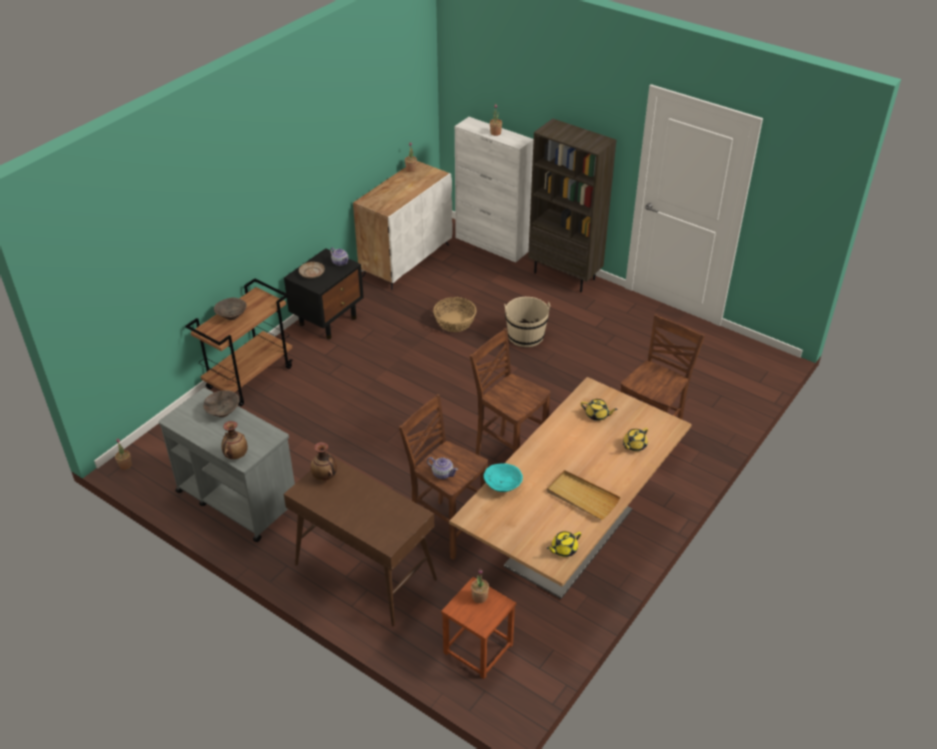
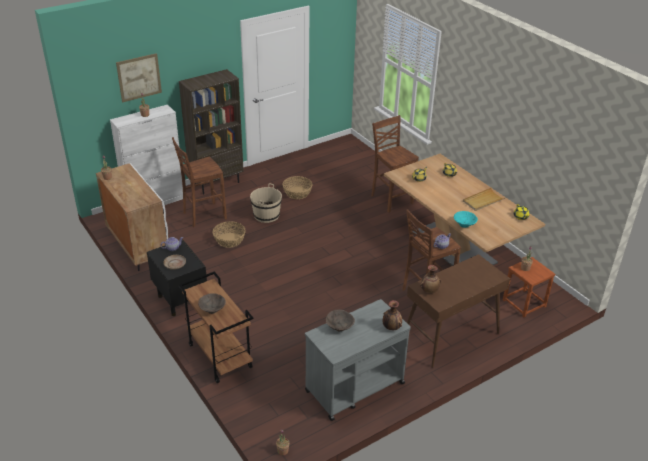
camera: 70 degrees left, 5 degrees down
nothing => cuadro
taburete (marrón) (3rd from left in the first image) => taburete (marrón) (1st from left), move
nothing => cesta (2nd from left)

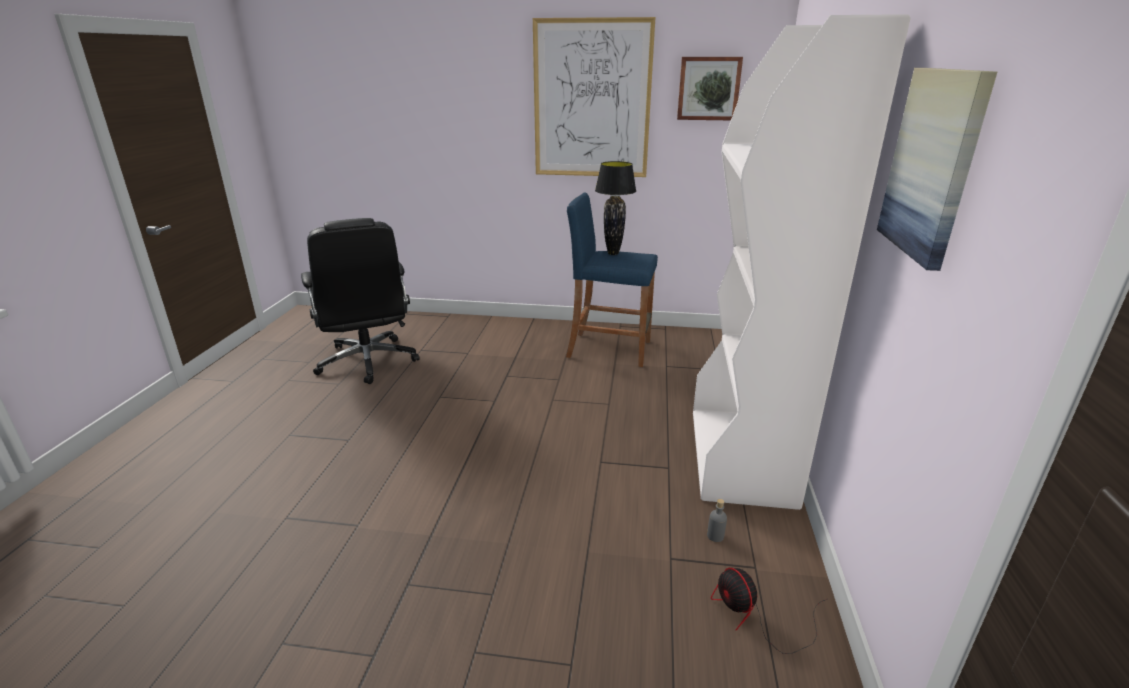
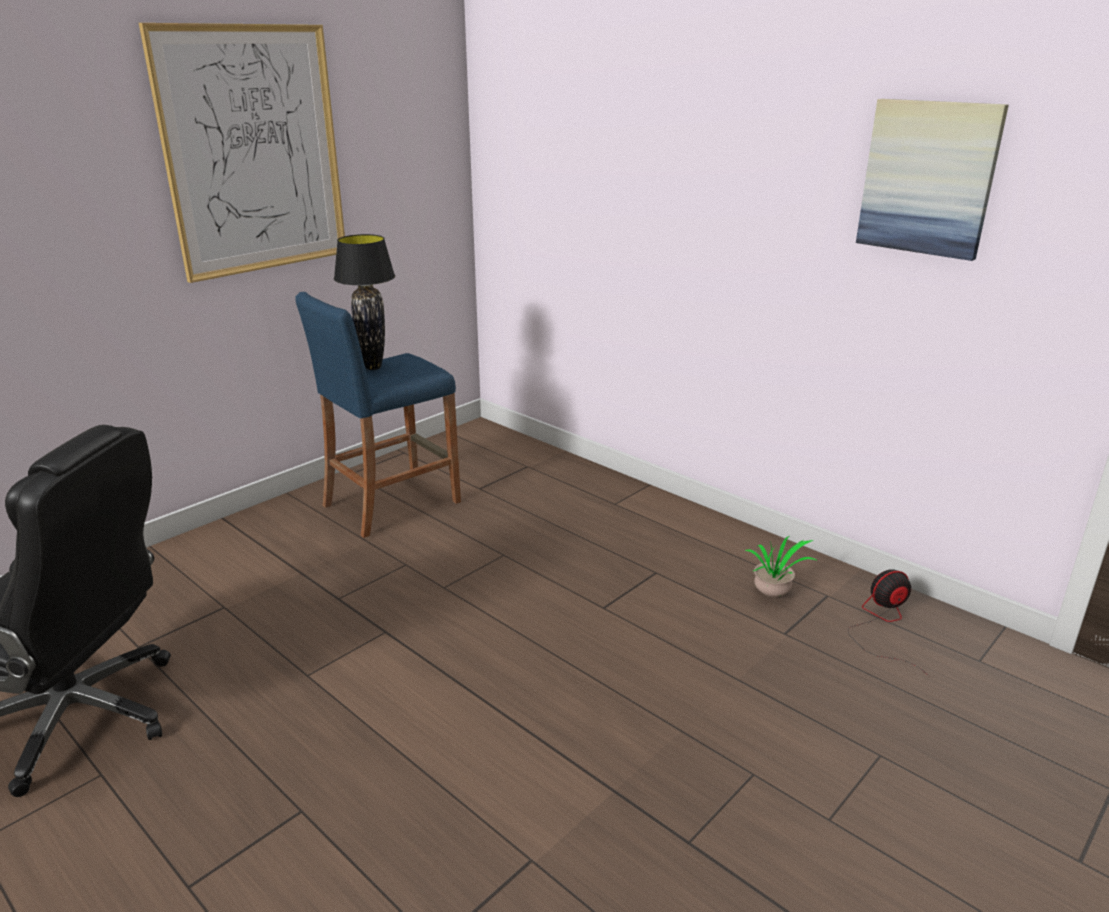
camera: 55 degrees left, 0 degrees up
botella (gris) => planta en maceta
ventilador, 150 degrees clockwise
cuadro (2nd from left) => nothing
estantería (blanco) => nothing

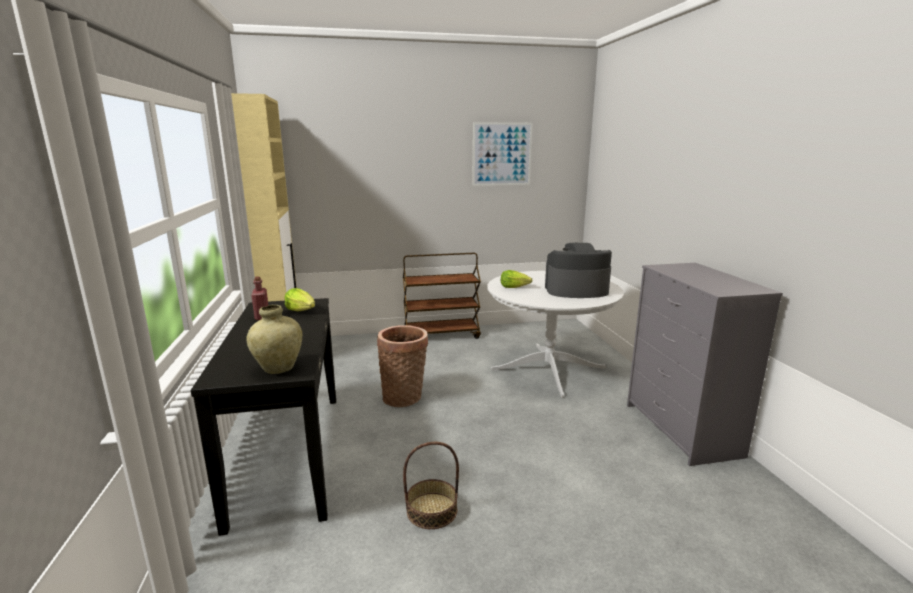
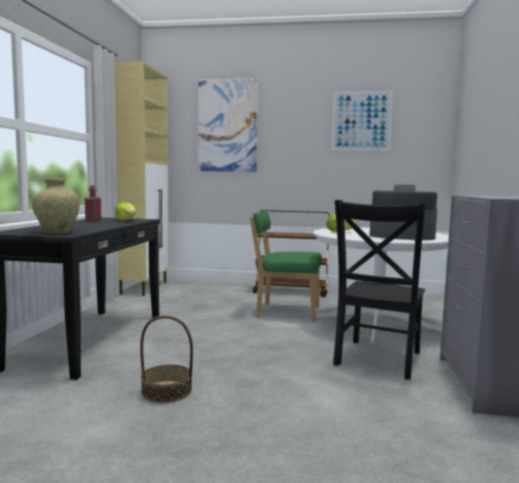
camera: 20 degrees right, 10 degrees down
nothing => cuadro (1st from left)
nothing => silla (verde)
nothing => silla (negro)
cesta (1st from left) => nothing

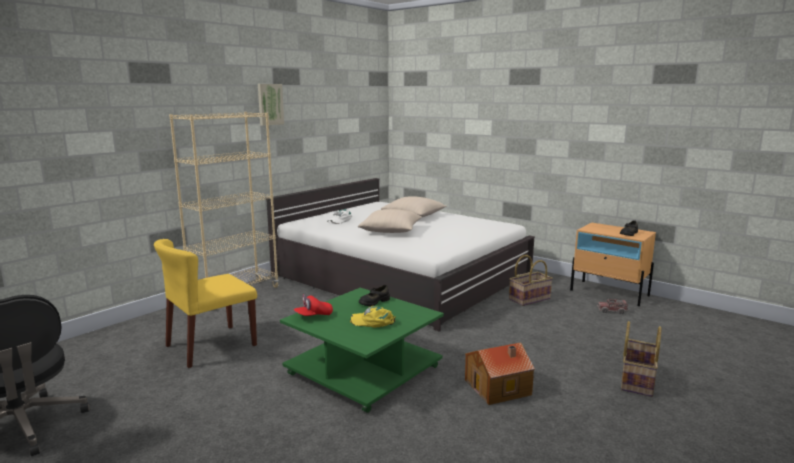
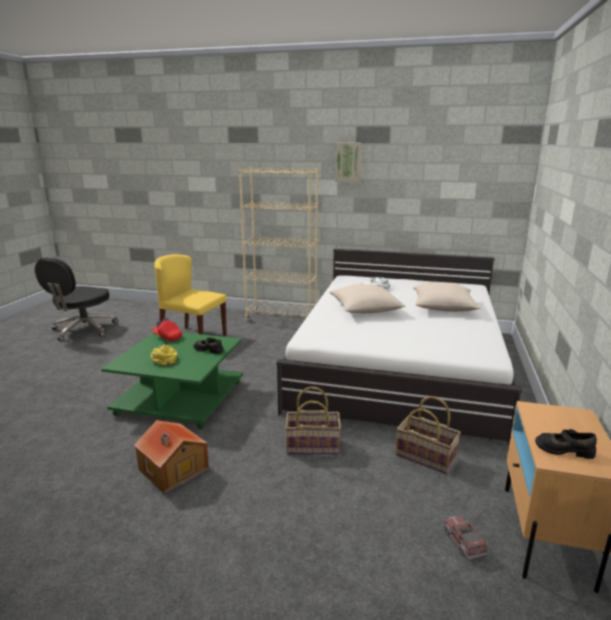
camera: 65 degrees right, 5 degrees up
cesta (2nd from left in the first image) => cesta (1st from left), move

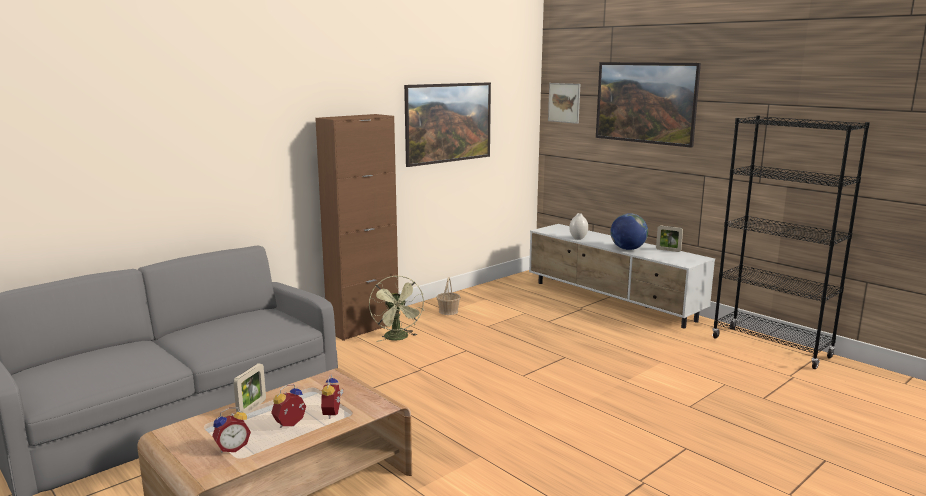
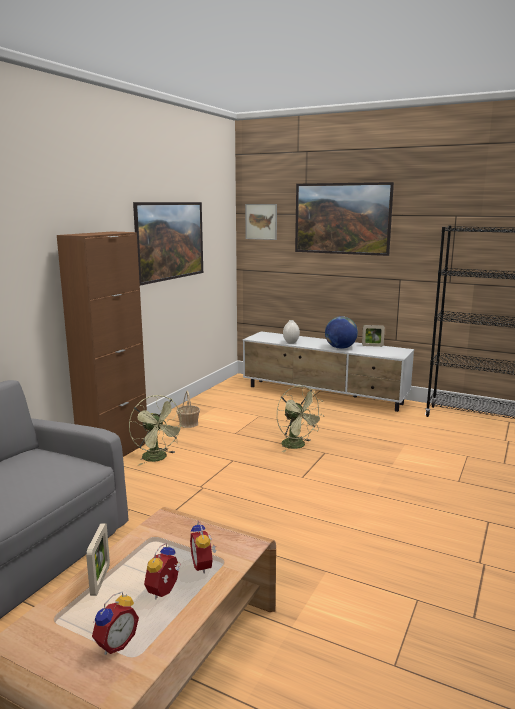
camera: 20 degrees left, 0 degrees up
nothing => ventilador (verde) (2nd from left)

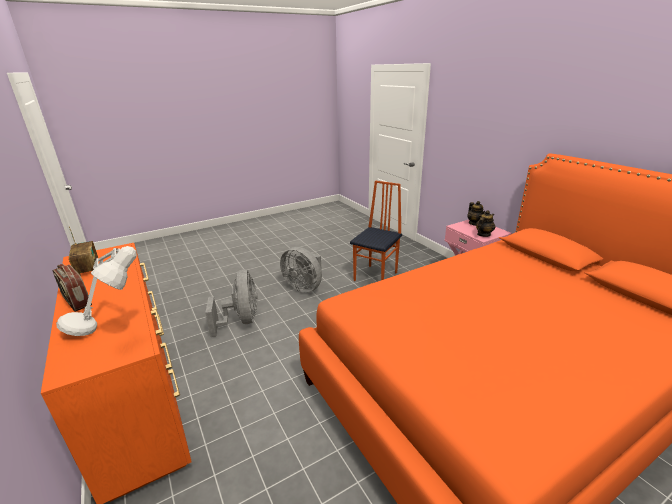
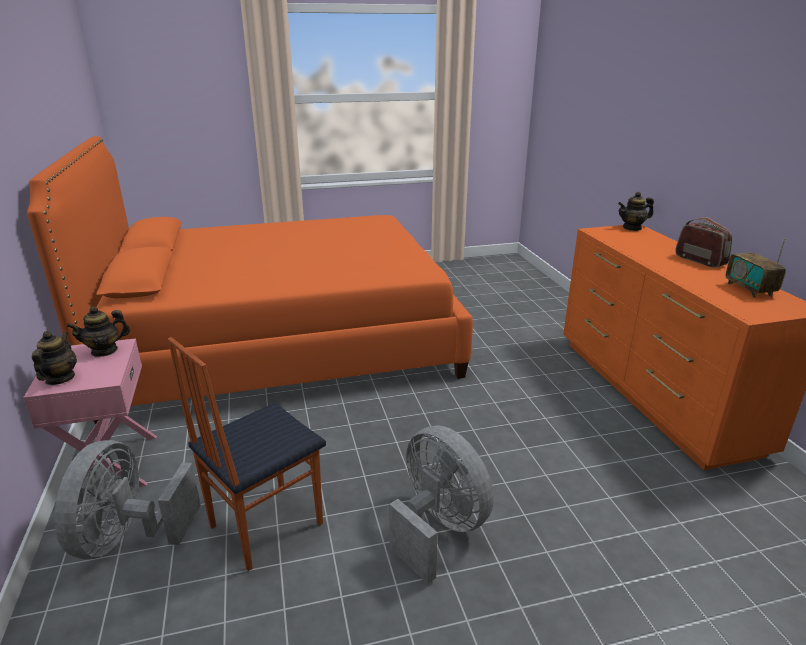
camera: 165 degrees left, 0 degrees up
ventilador (gris) (1st from left), move
nothing => tetera (3rd from left)
lámpara de mesa (gris) => nothing

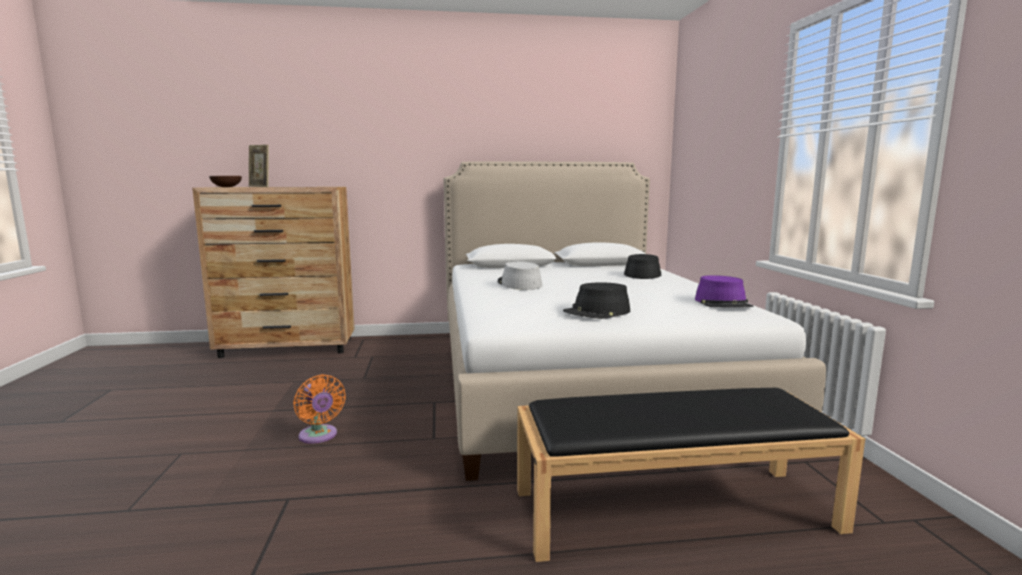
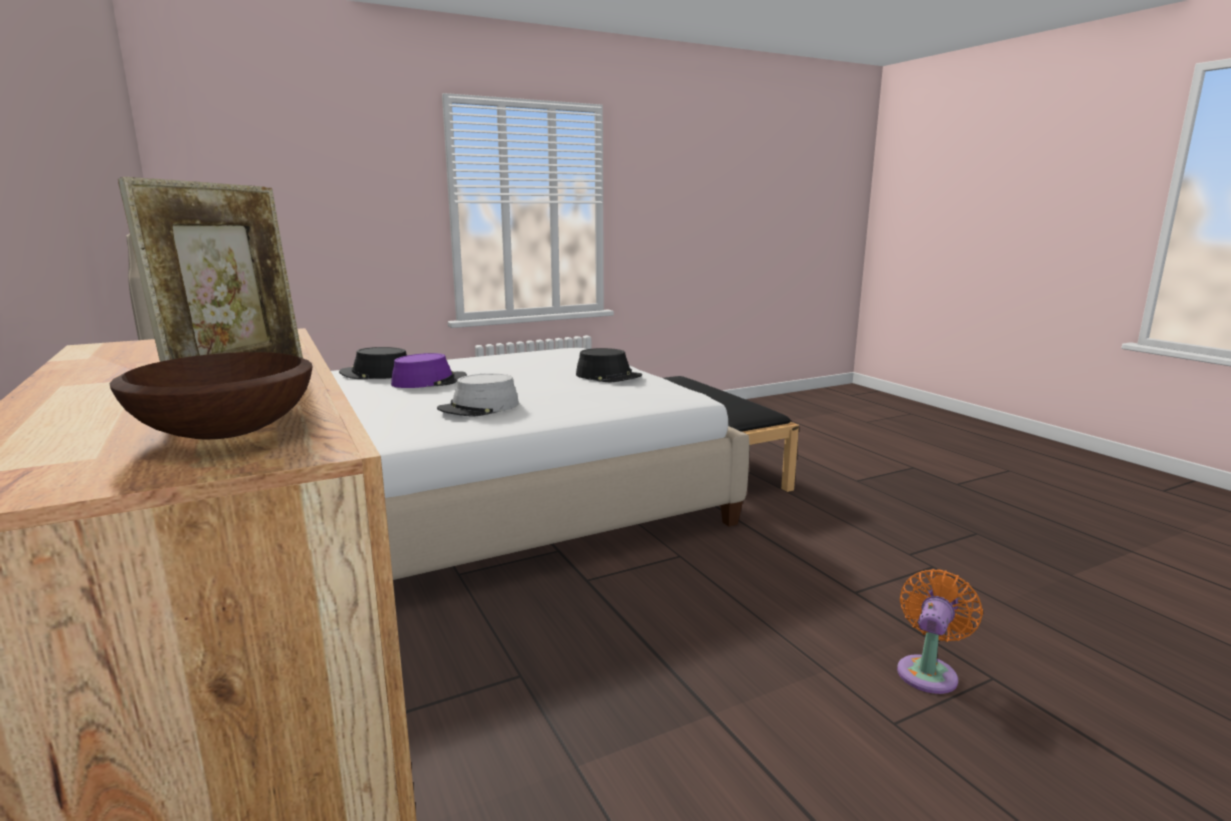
camera: 110 degrees left, 5 degrees up
sombrero (morado), move
ventilador (naranja), move

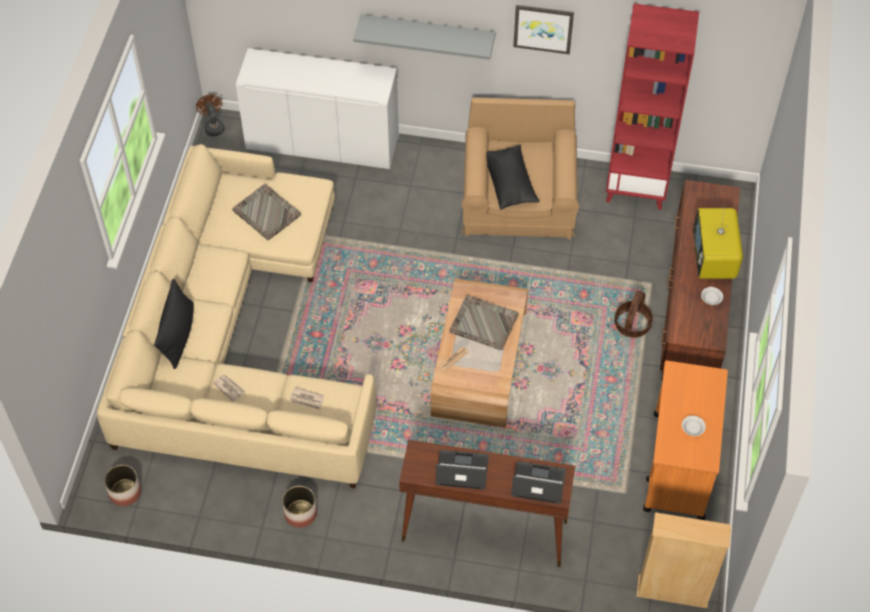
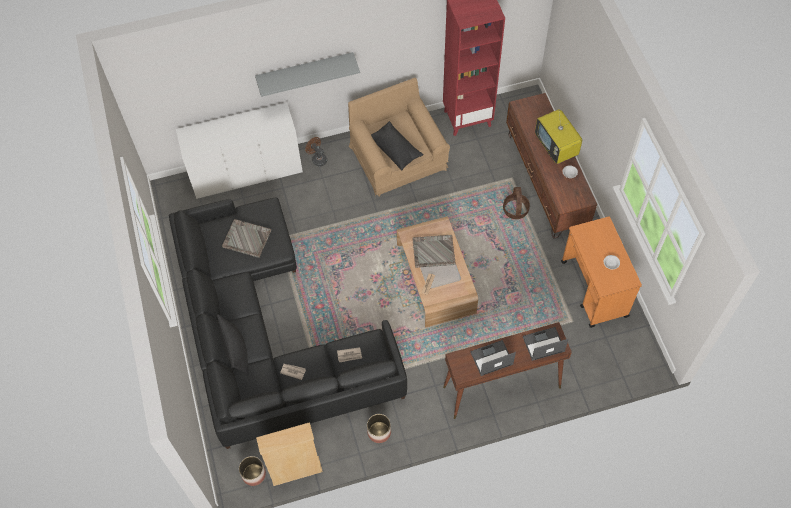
camera: 25 degrees left, 5 degrees up
sofá (beis) => sofá (negro)
estantería (beis), move
ventilador (marrón), move
cuadro => nothing

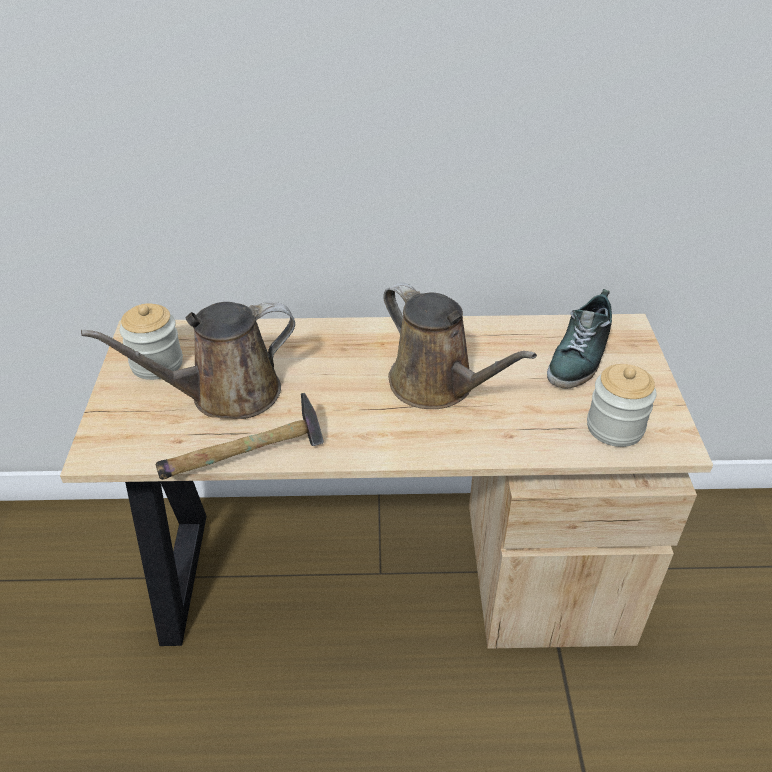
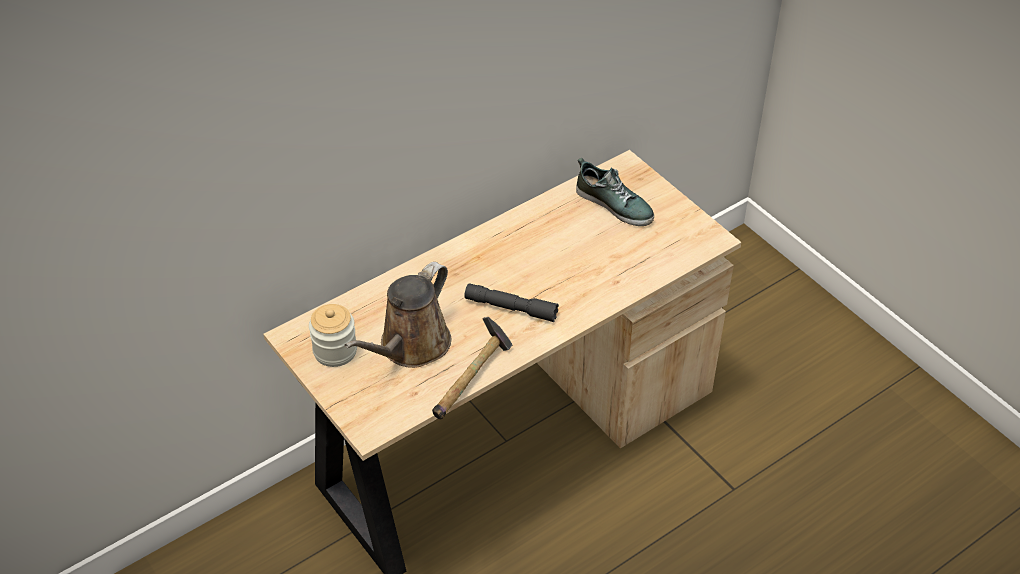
camera: 35 degrees left, 5 degrees up
nothing => linterna (gris)
zapato, 45 degrees counterclockwise
regadera (marrón) (2nd from left) => nothing
tarro (2nd from left) => nothing

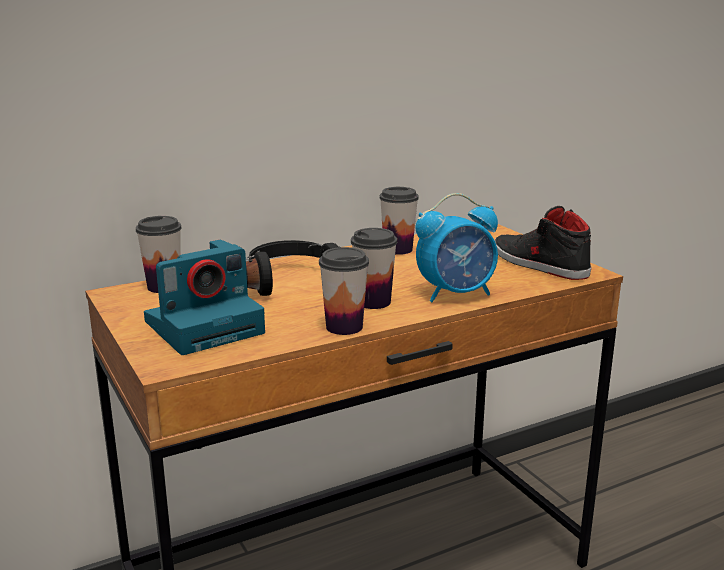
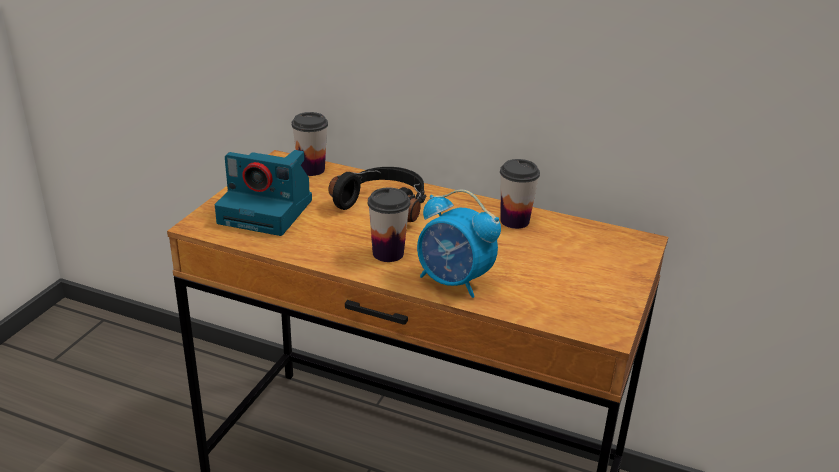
camera: 50 degrees right, 10 degrees up
taza (2nd from left) => nothing
zapato (negro) => nothing

